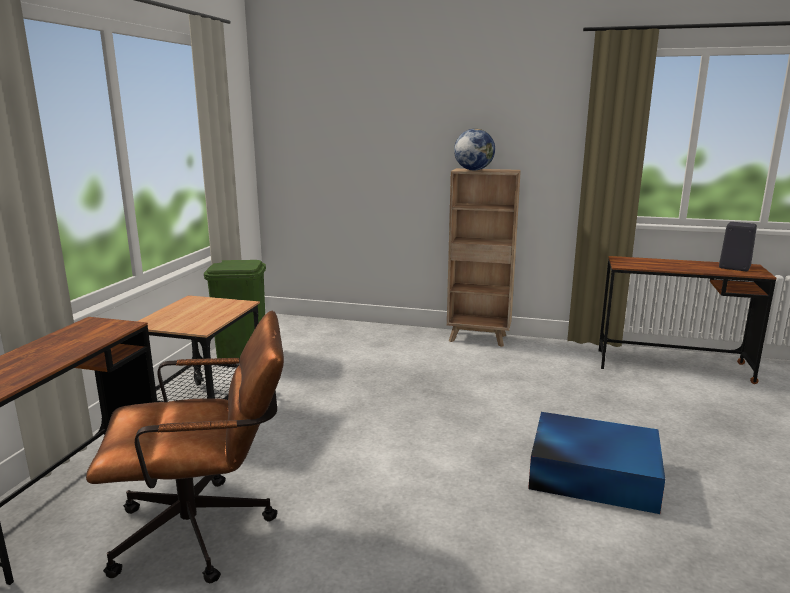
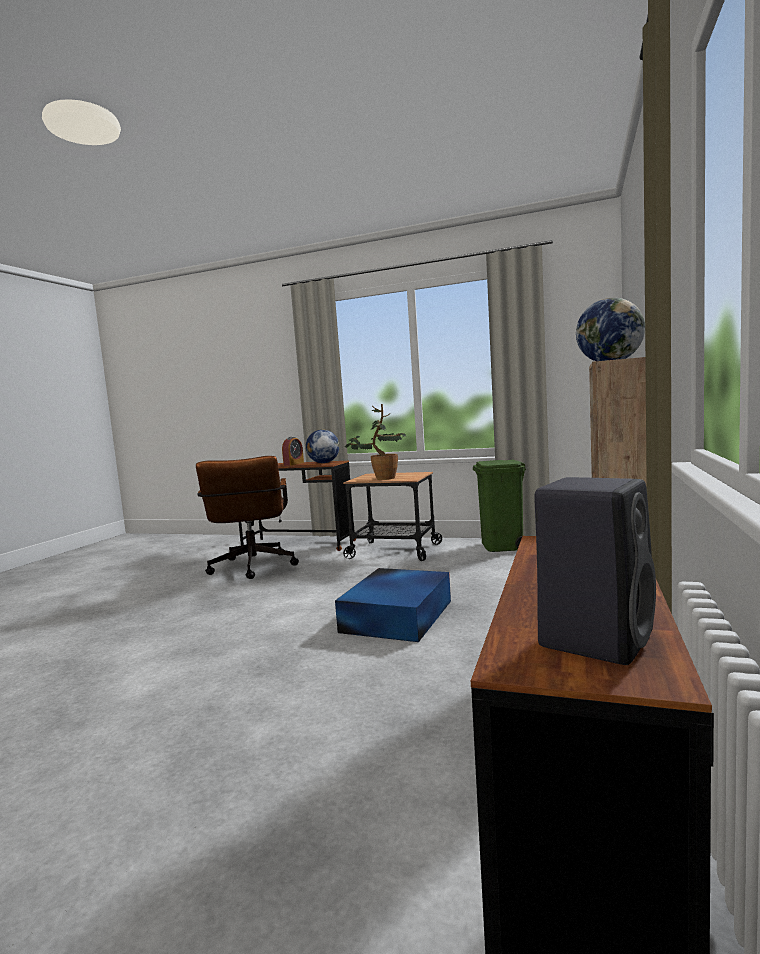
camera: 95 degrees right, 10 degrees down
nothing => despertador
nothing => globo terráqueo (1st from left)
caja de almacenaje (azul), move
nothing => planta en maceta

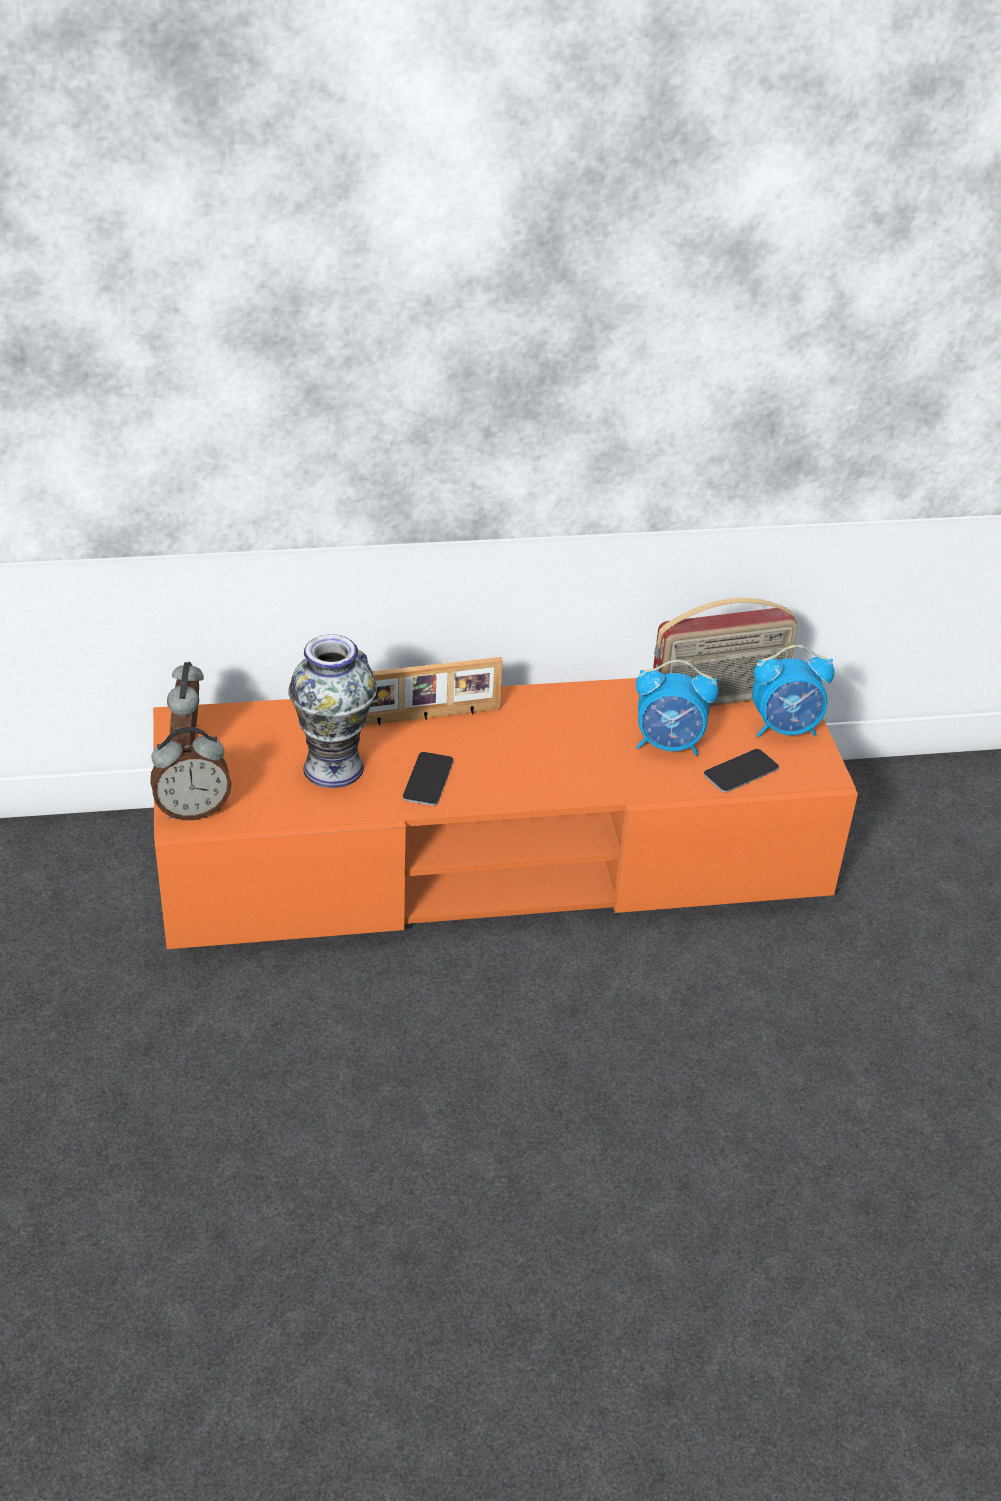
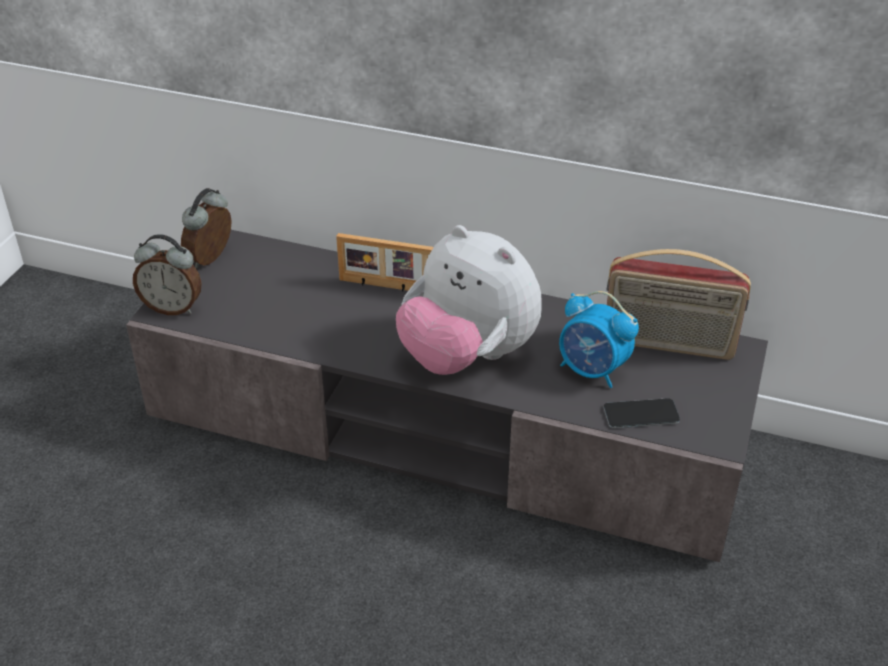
camera: 30 degrees right, 0 degrees up
mueble de televisión (naranja) => mueble de televisión (gris)
nothing => peluche
florero => nothing
móvil (1st from left) => nothing
despertador (4th from left) => nothing

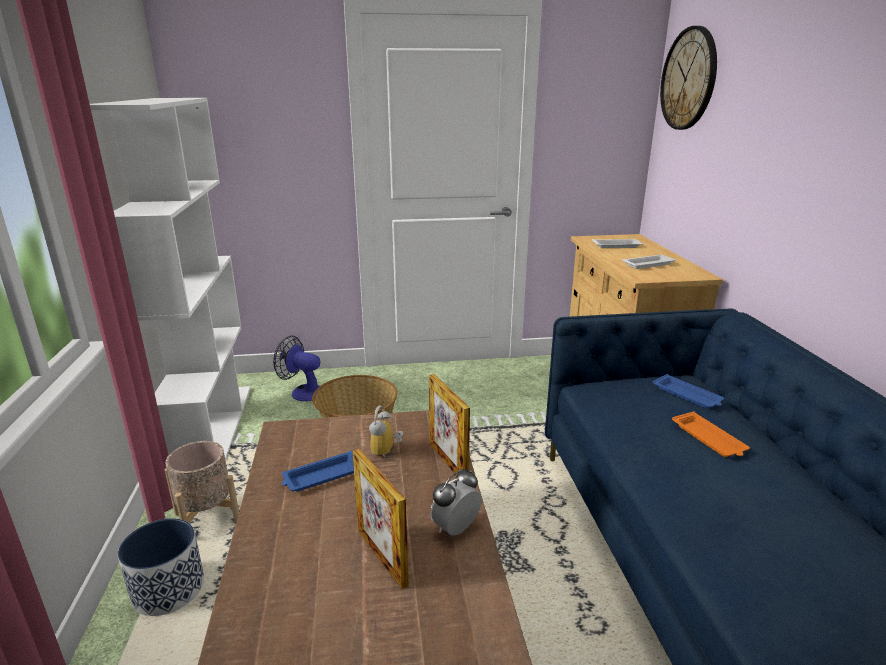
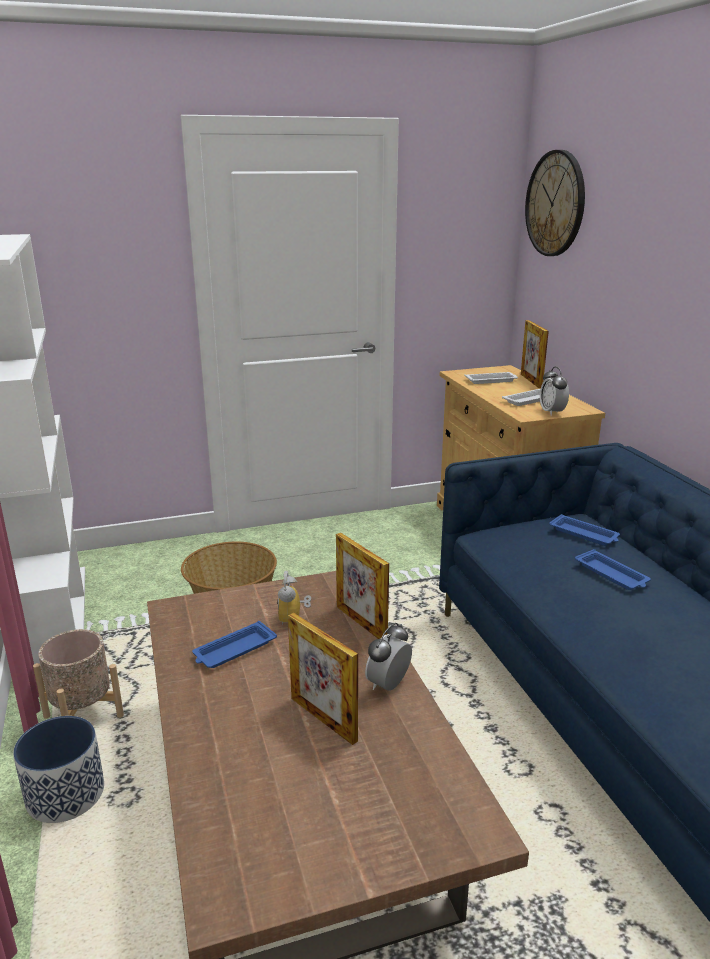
camera: 10 degrees left, 0 degrees up
nothing => portarretratos (3rd from left)
nothing => despertador (3rd from left)
bandeja (naranja) => bandeja (azul) (3rd from left)
ventilador => nothing

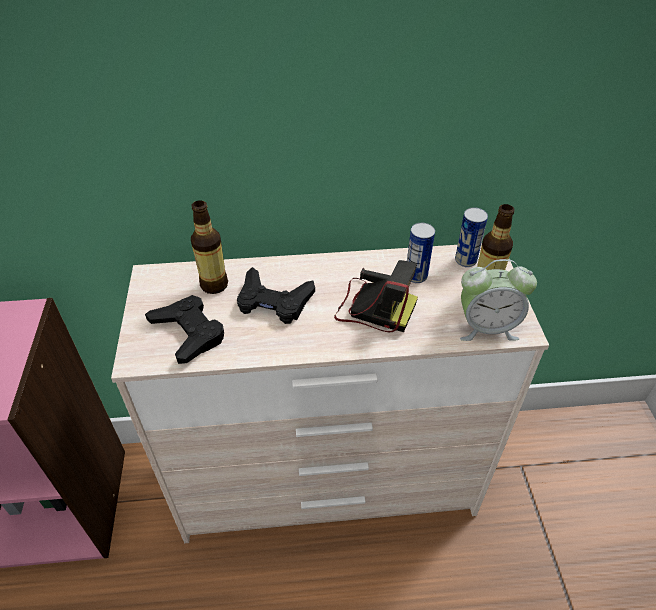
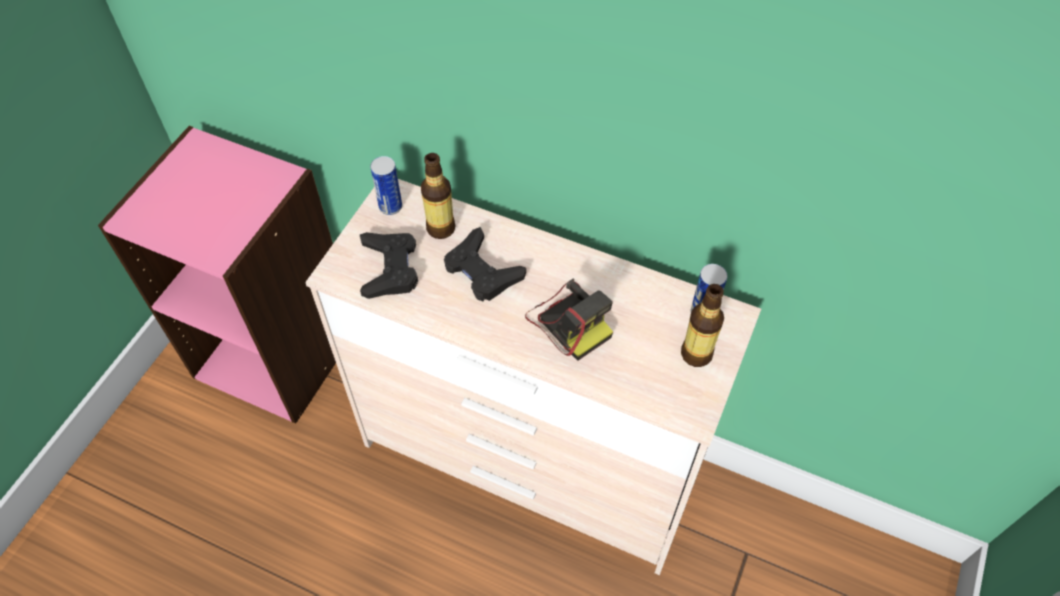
camera: 30 degrees right, 10 degrees up
lata (1st from left), move
despertador => nothing

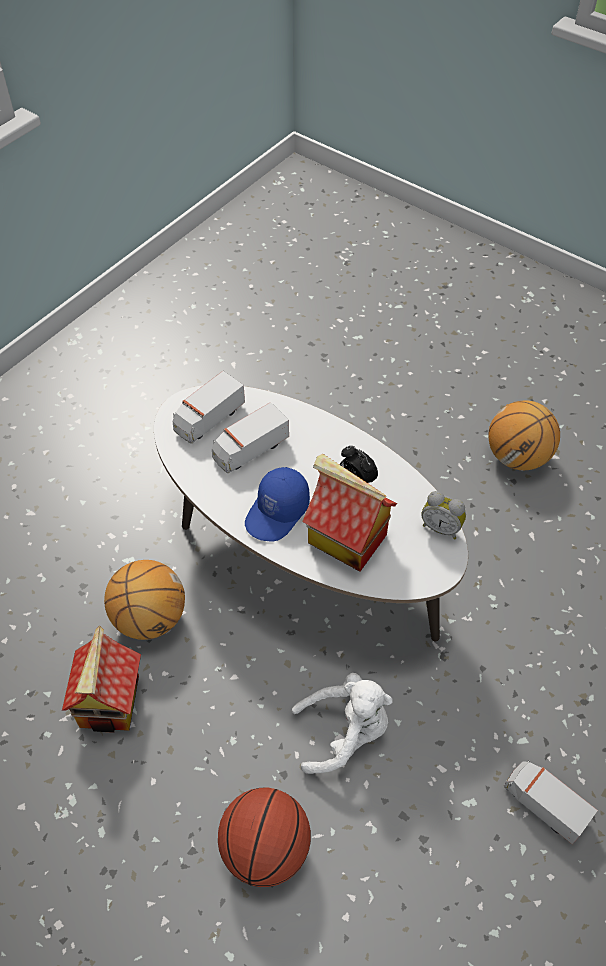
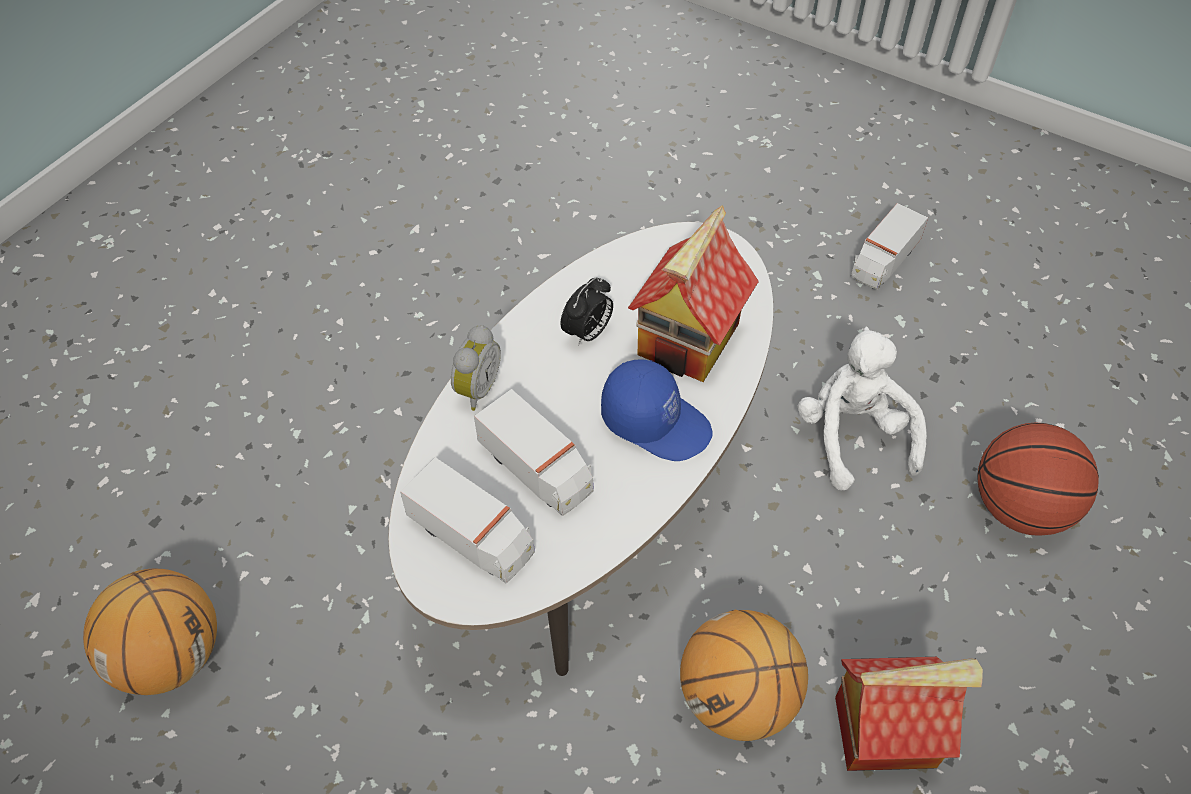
camera: 95 degrees left, 0 degrees up
balón de baloncesto (3rd from left in the first image) => balón de baloncesto (1st from left), move
despertador (2nd from left in the first image) => despertador (1st from left), move

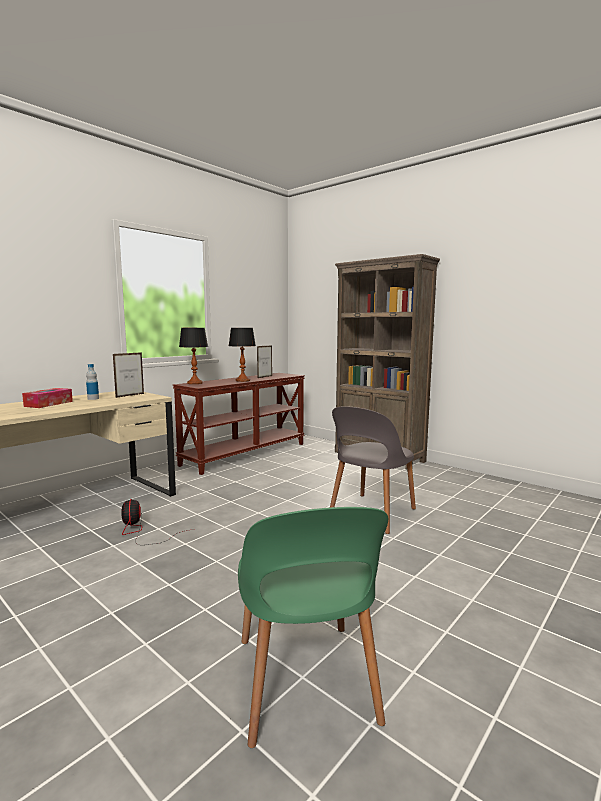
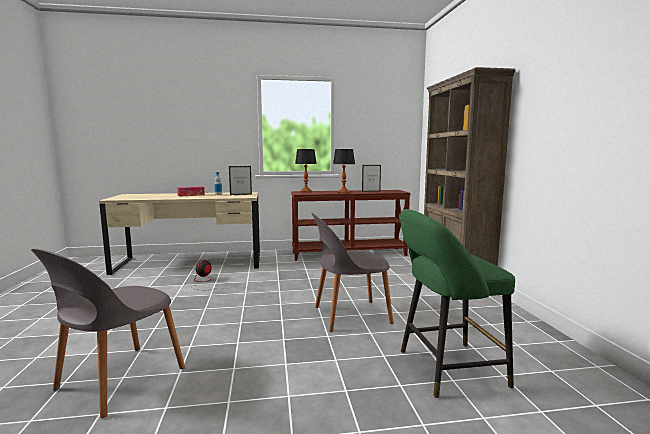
camera: 40 degrees right, 0 degrees up
silla (verde) => silla (gris) (1st from left)
nothing => taburete (verde)

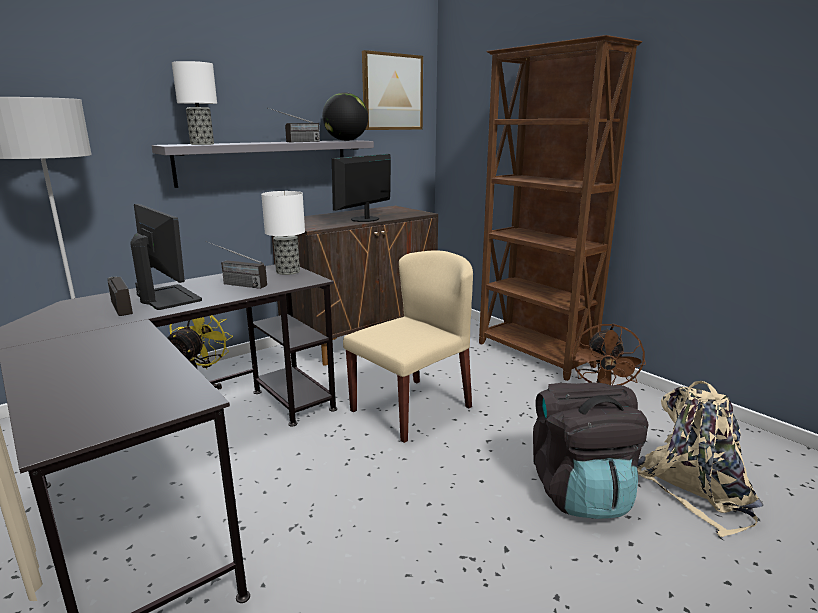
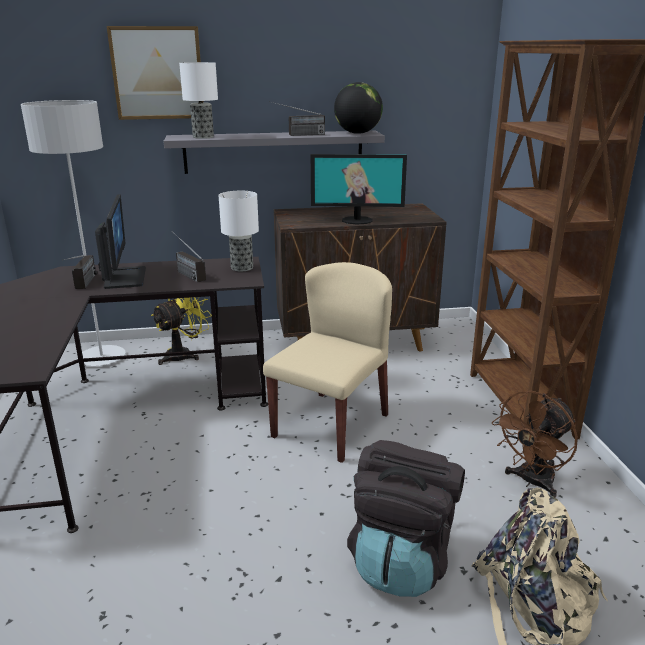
camera: 30 degrees right, 5 degrees up
cuadro, move
silla (beis), 45 degrees counterclockwise
monitor (2nd from left), 150 degrees counterclockwise

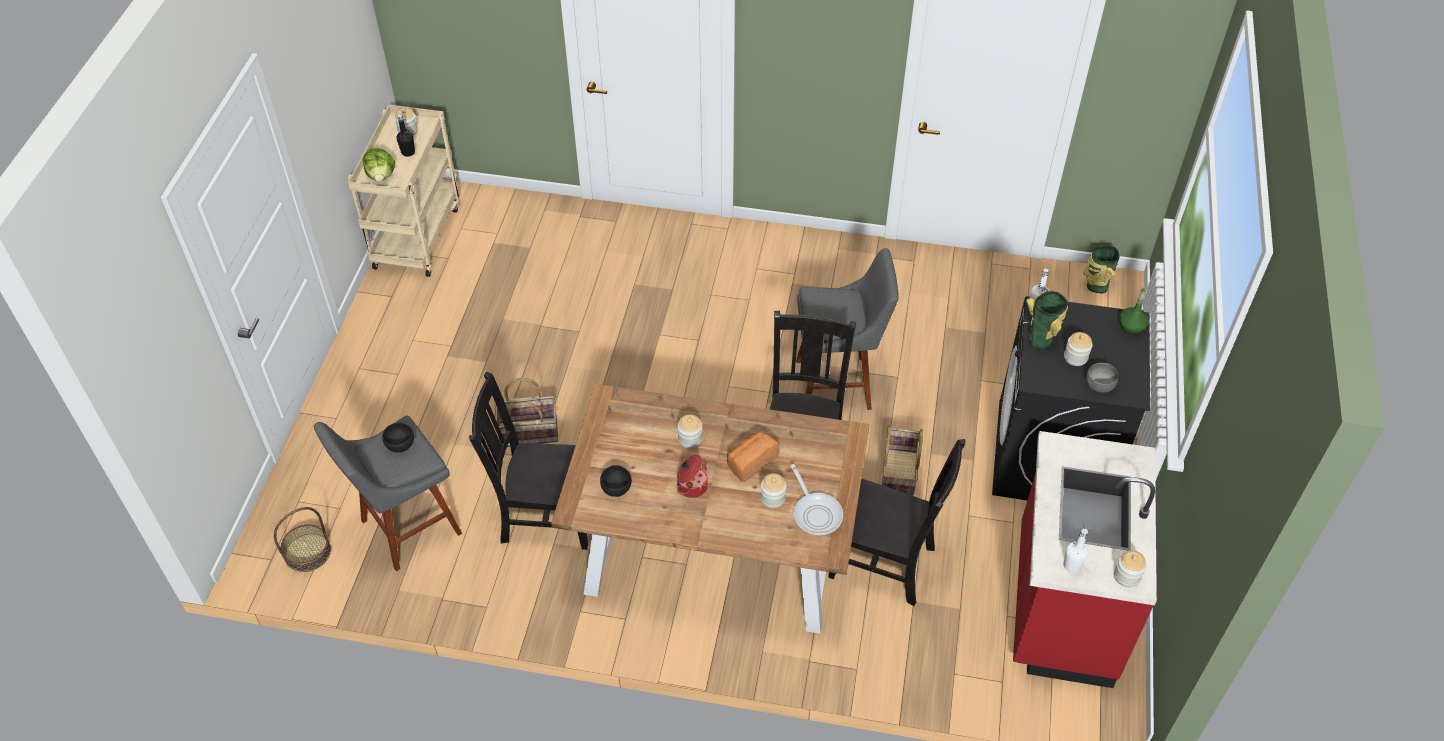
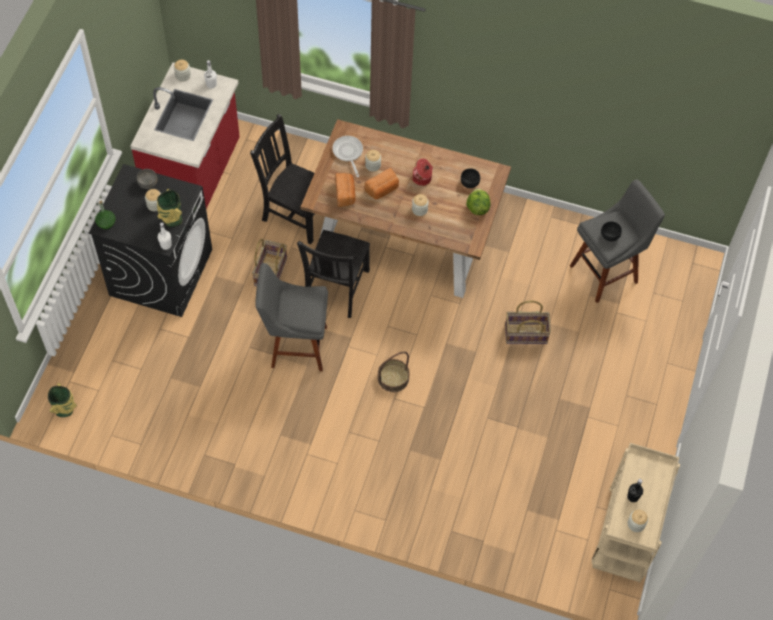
camera: 175 degrees left, 10 degrees up
nothing => pan (1st from left)
cesta (1st from left in the first image) => cesta (2nd from left), move
lechuga, move
silla (negro) (1st from left) => nothing

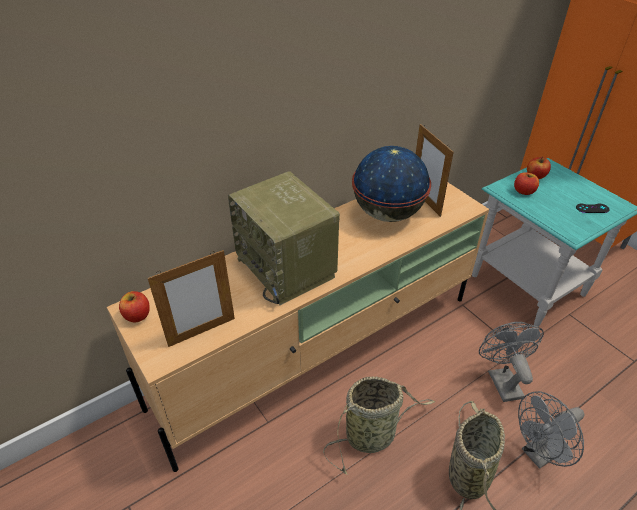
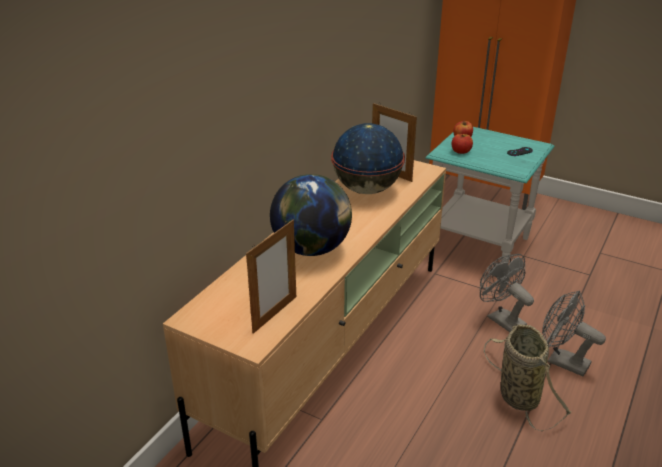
camera: 25 degrees left, 10 degrees down
radio => globo terráqueo (1st from left)
ventilador (gris) (2nd from left), 90 degrees clockwise
manzana (1st from left) => nothing
cesta (1st from left) => nothing

